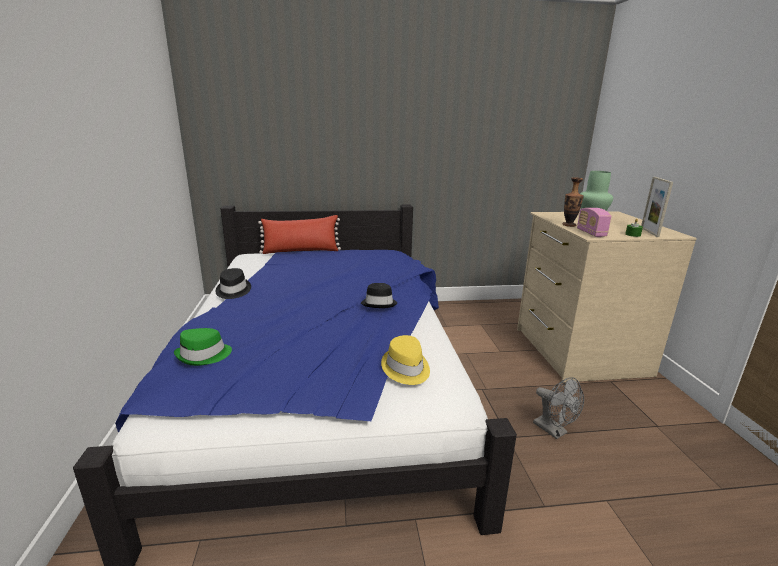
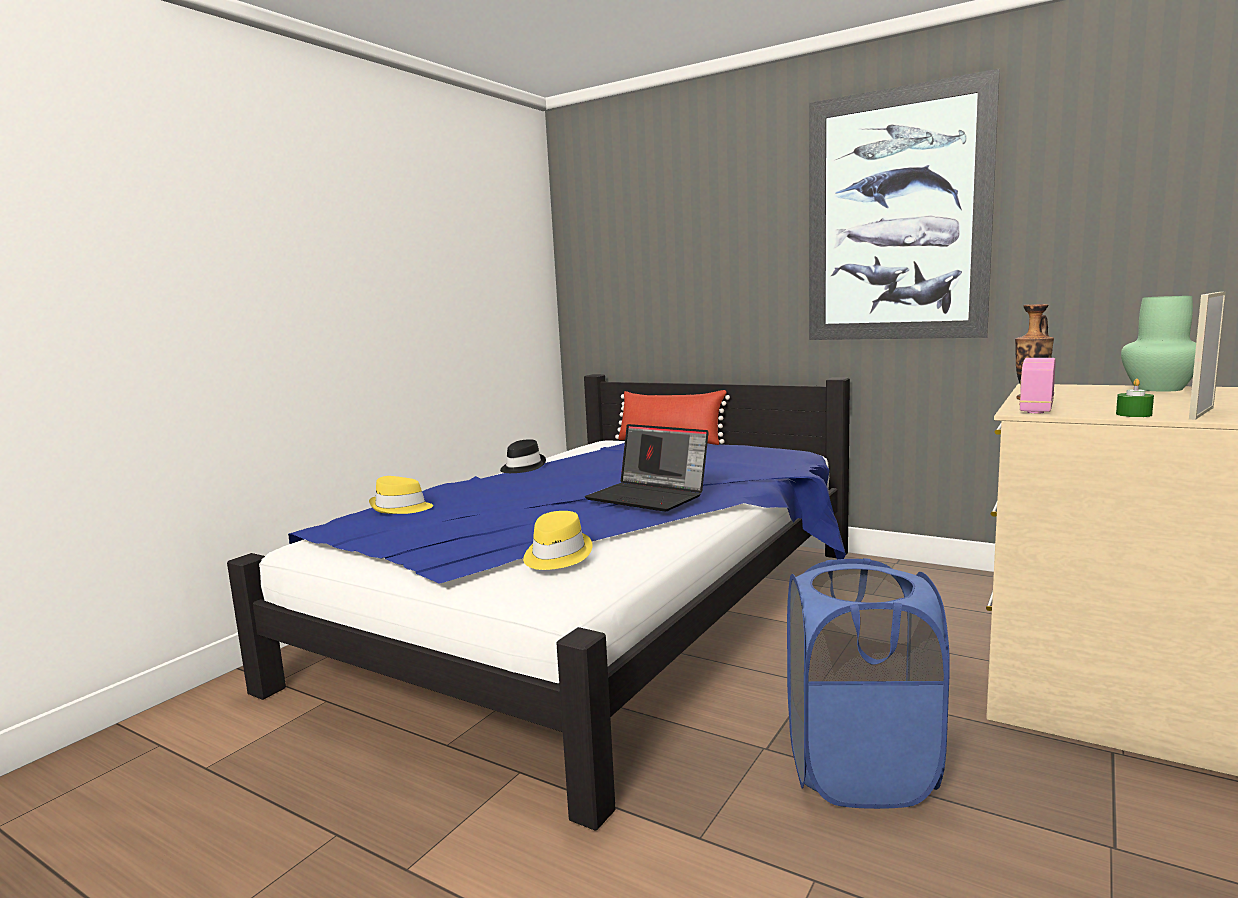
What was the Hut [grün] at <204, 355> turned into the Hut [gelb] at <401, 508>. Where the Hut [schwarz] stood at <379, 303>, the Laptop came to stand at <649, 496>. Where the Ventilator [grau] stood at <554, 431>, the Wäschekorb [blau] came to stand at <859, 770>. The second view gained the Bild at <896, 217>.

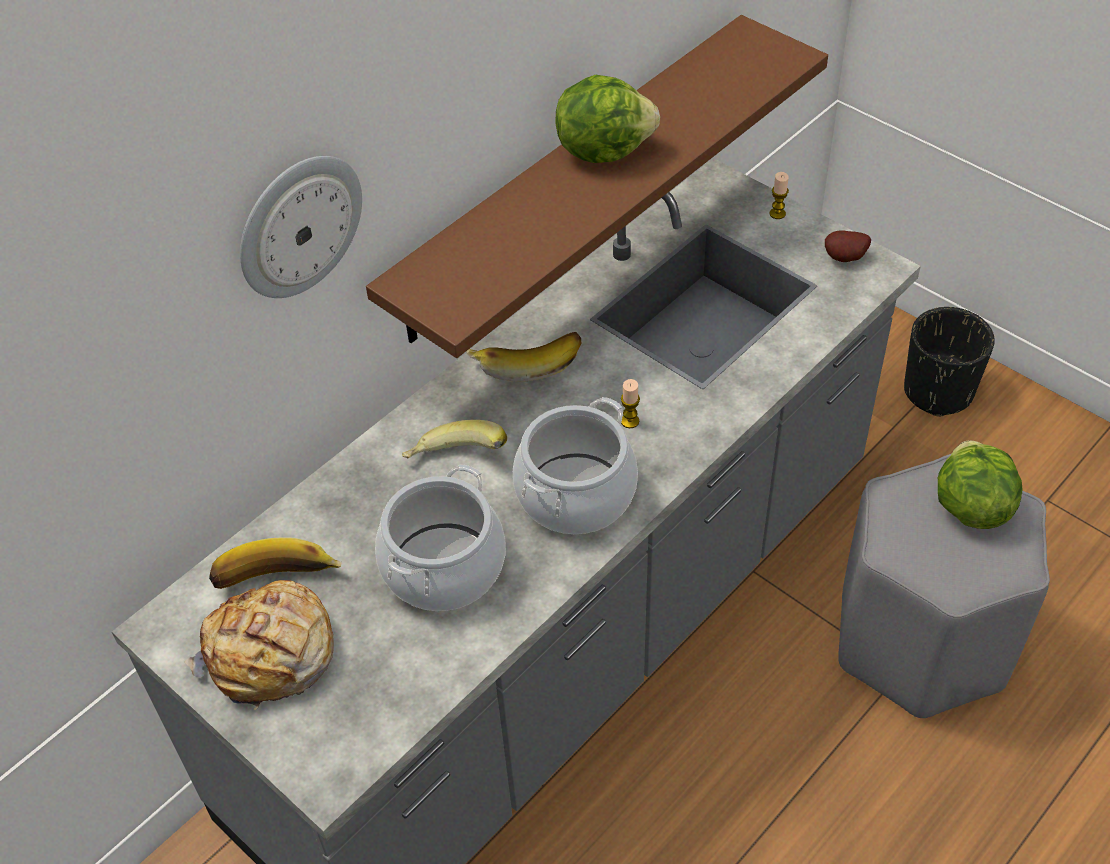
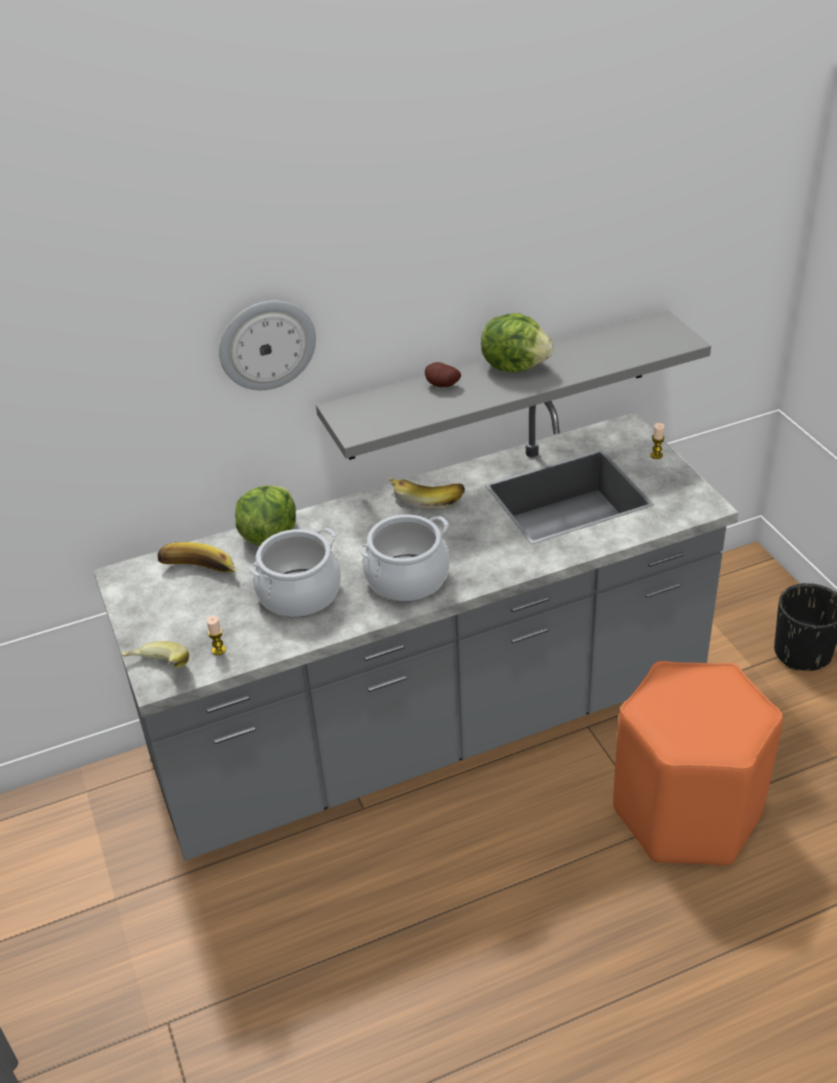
The second view lost the Brot at <271, 655>. What was the Wandregal [braun] at <571, 178> turned into the Wandregal [grau] at <499, 386>. The Banane ended up elsewhere, having gone from <456, 462> to <158, 671>. The Kerze ended up elsewhere, having gone from <630, 421> to <219, 650>. The Kartoffel ended up elsewhere, having gone from <846, 259> to <441, 386>. What was the Hocker [grau] at <923, 641> turned into the Hocker [orange] at <688, 813>. The Salatkopf ended up elsewhere, having gone from <970, 507> to <269, 536>.

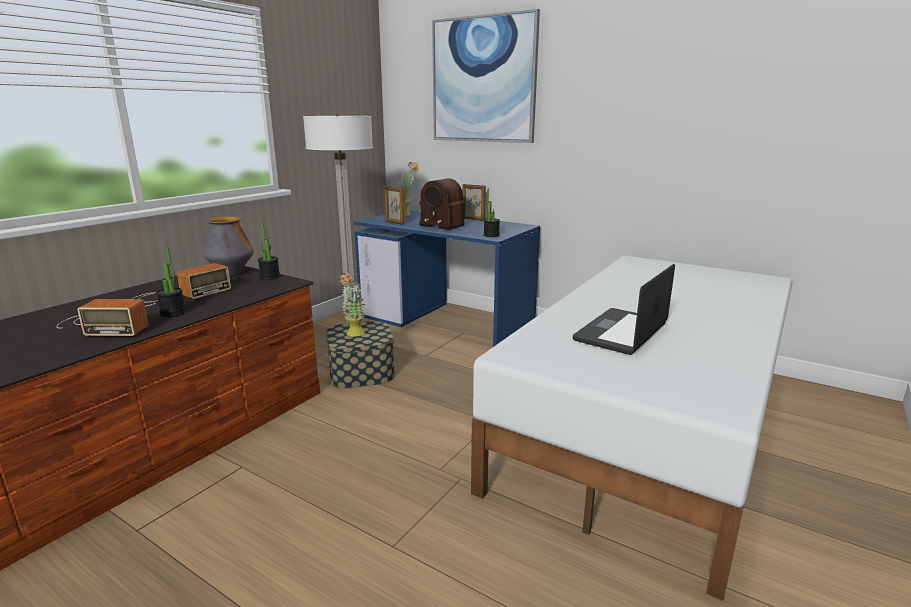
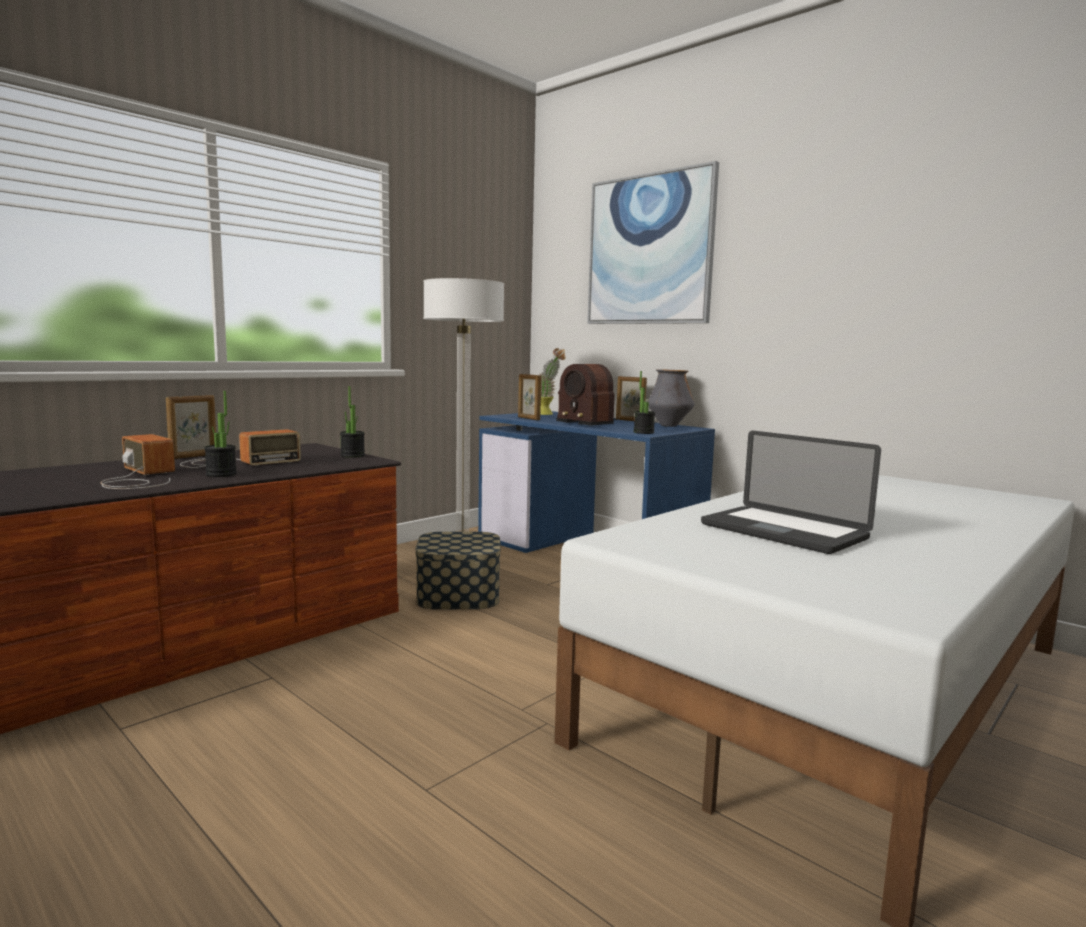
The Radio at <102, 325> ended up facing another way, 150 degrees counterclockwise from before. The Vase ended up elsewhere, having gone from <231, 274> to <669, 425>. The second view lost the Topfpflanze at <354, 335>. The Laptop at <621, 332> ended up facing another way, 90 degrees counterclockwise from before. The second view gained the Bilderrahmen at <194, 456>.

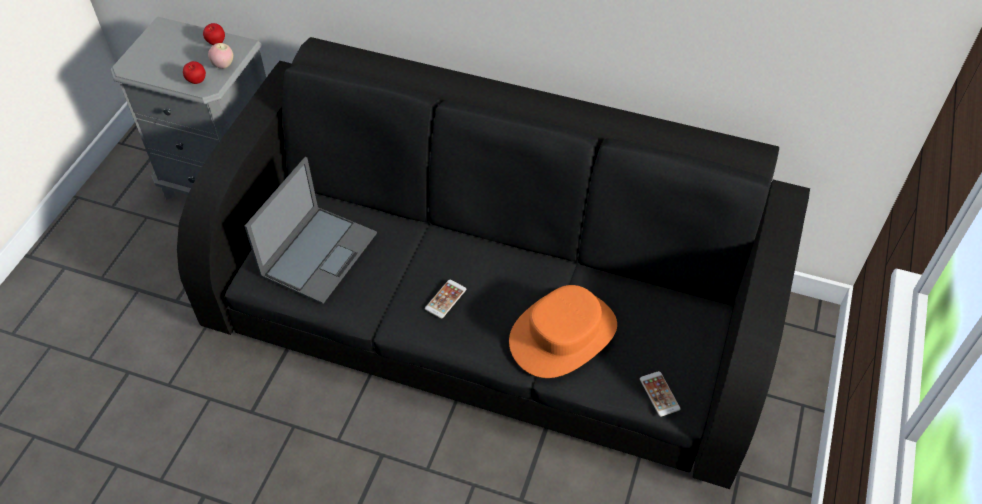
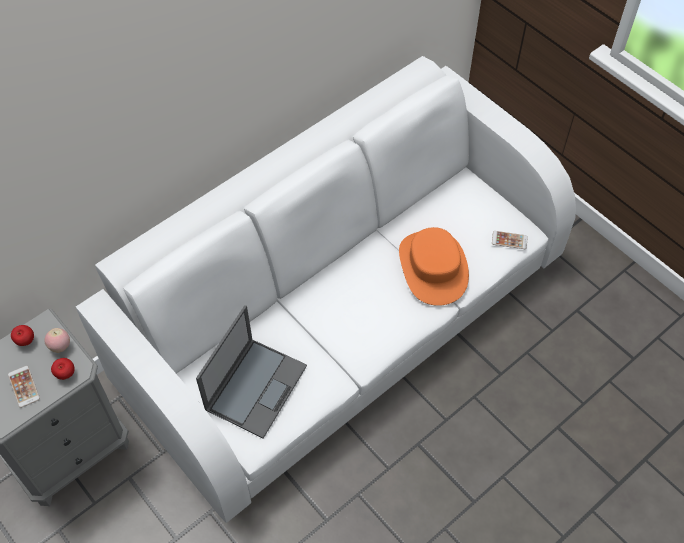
What was the Sofa [schwarz] at <492, 314> turned into the Sofa [weiß] at <342, 316>. The Laptop at <319, 253> ended up facing another way, 60 degrees clockwise from before. The Handy ended up elsewhere, having gone from <445, 299> to <24, 386>.

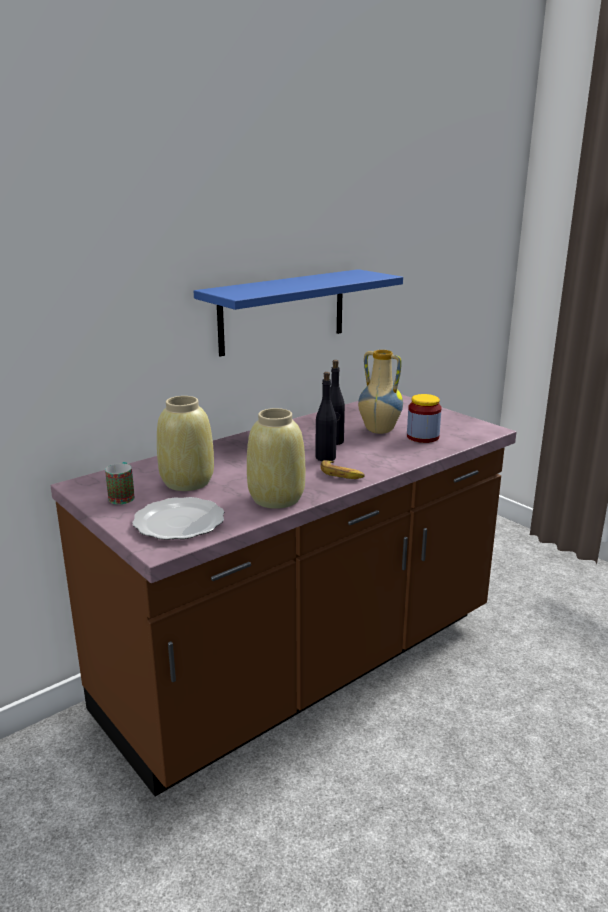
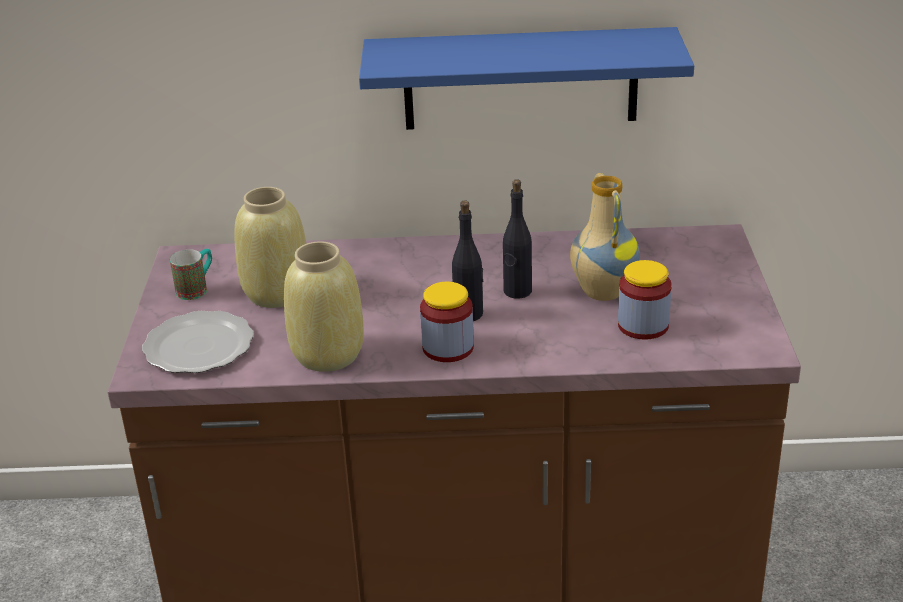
Where the Banane stood at <342, 474>, the Vorratsglas came to stand at <448, 348>.

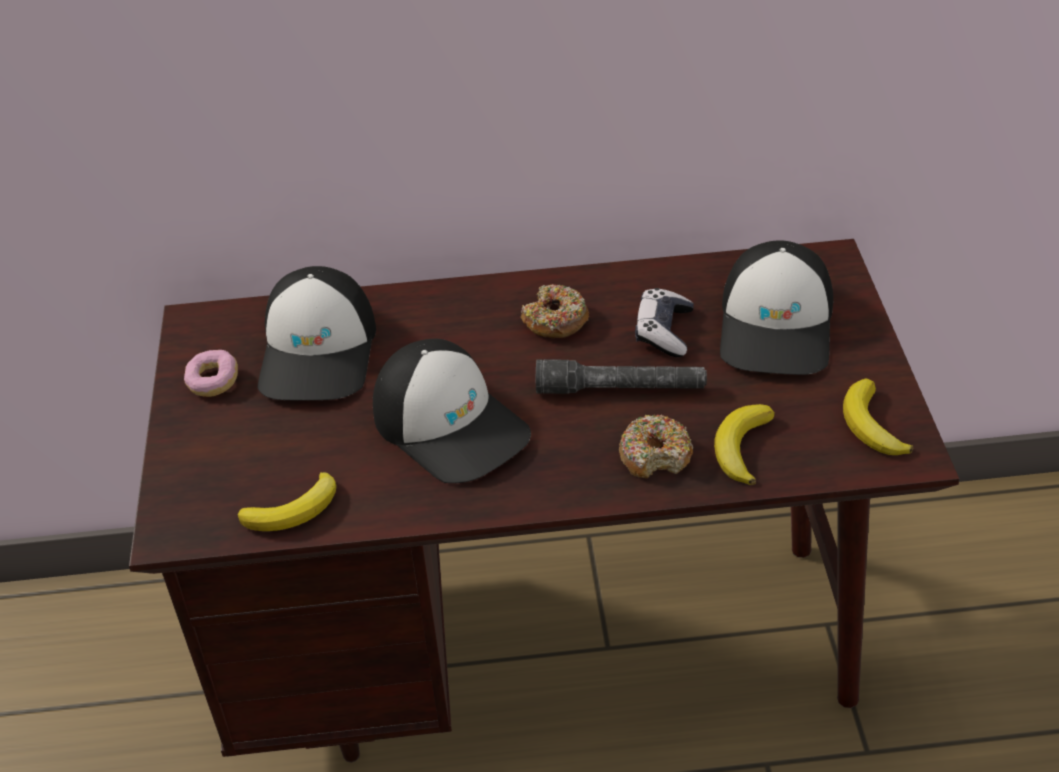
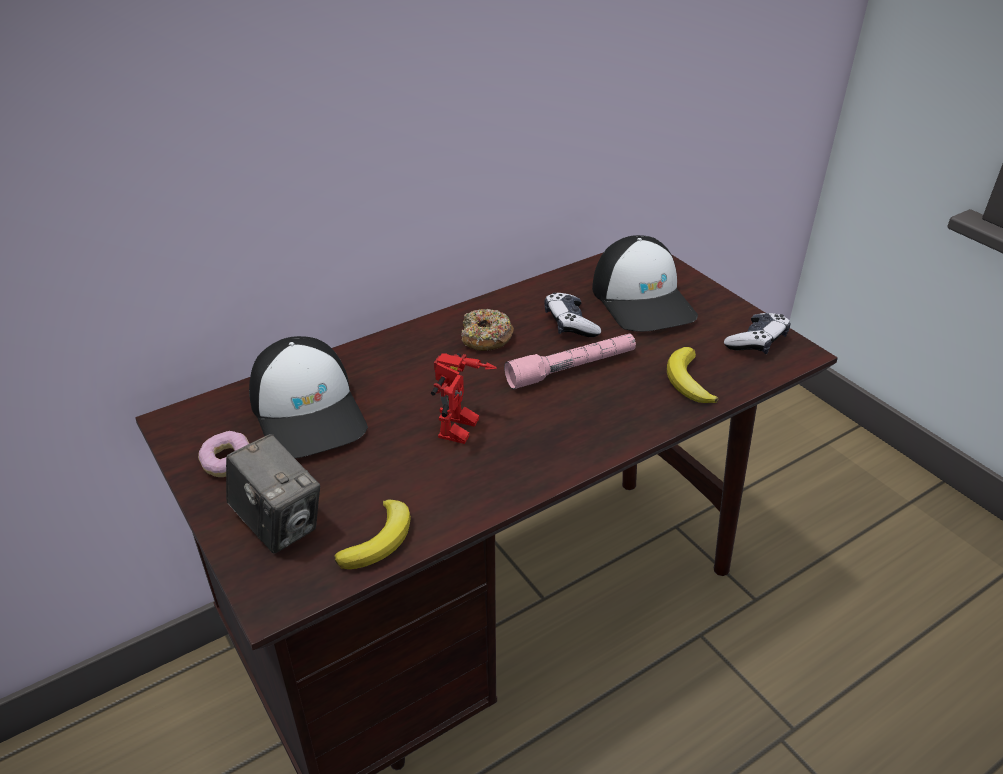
Where the Kappe stood at <451, 424>, the Spielzeugroboter came to stand at <463, 431>. What was the Taschenlampe [grau] at <621, 389> turned into the Taschenlampe [rosa] at <572, 369>. The second view lost the Donut at <655, 455>. Where the Banane stood at <871, 425>, the Gamepad came to stand at <756, 342>. The second view gained the Kamera at <279, 524>.

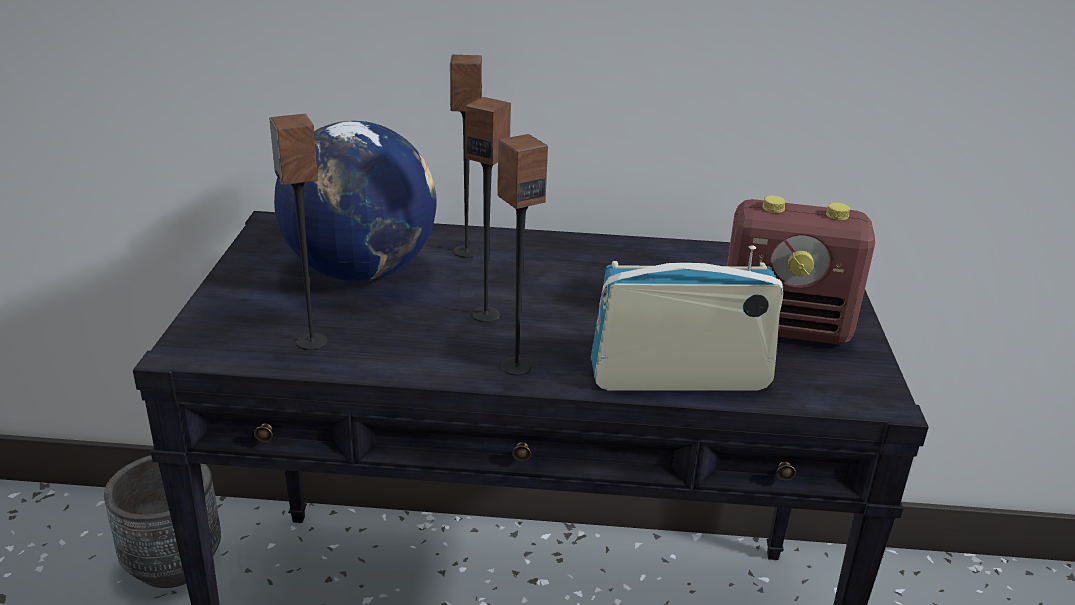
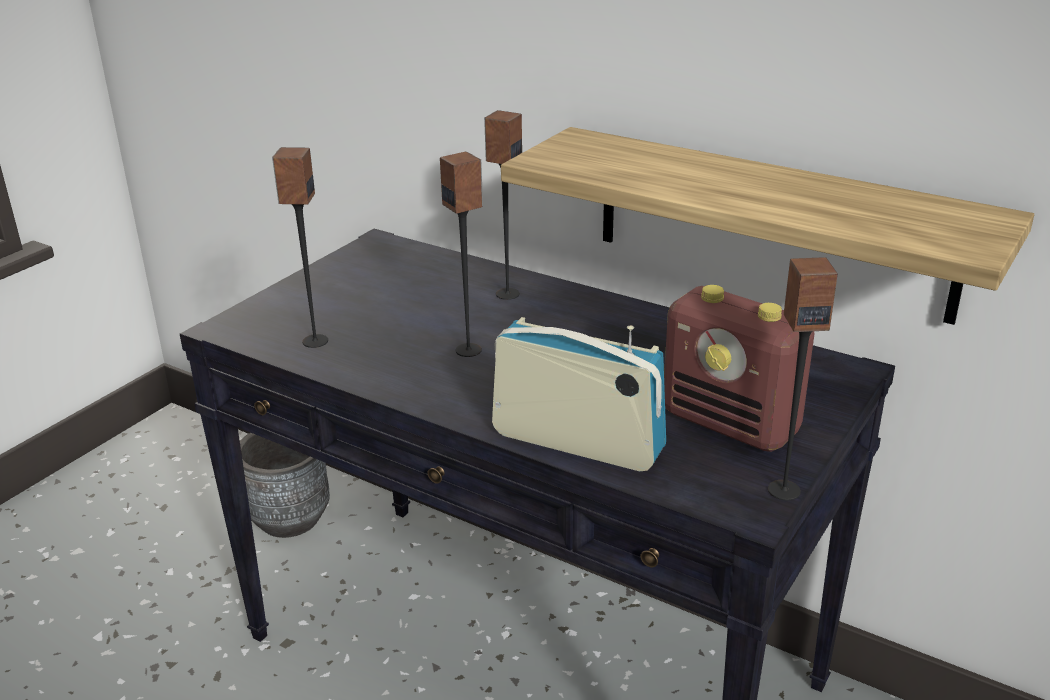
The second view lost the Globus at <360, 271>. The Lautsprecher ended up elsewhere, having gone from <516, 366> to <784, 490>. The second view gained the Wandregal at <771, 223>.

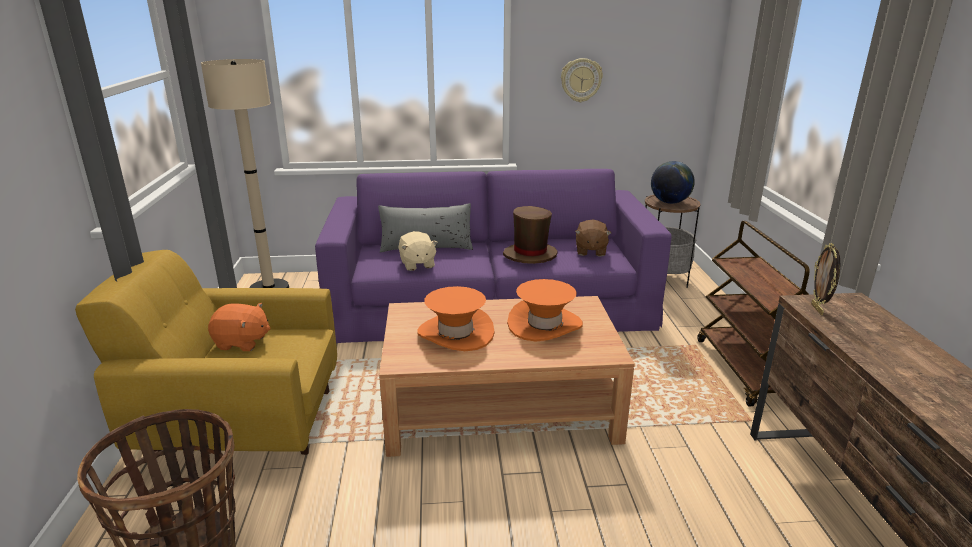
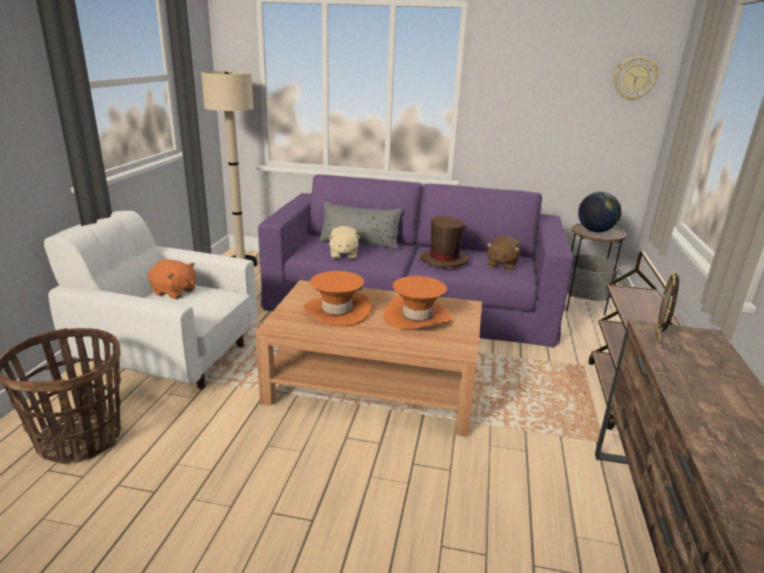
What was the Sessel [gelb] at <240, 421> turned into the Sessel [weiß] at <168, 355>. The Wanduhr ended up elsewhere, having gone from <581, 80> to <634, 78>.

